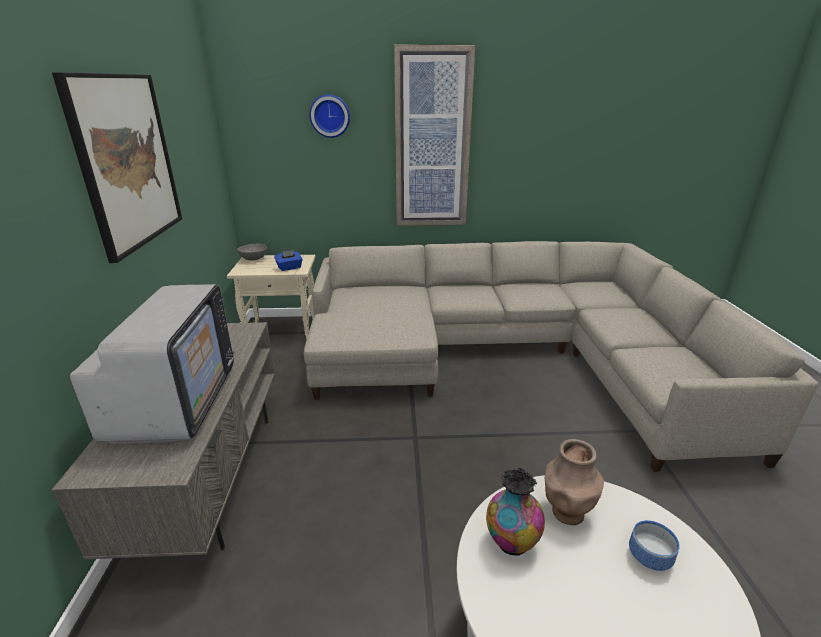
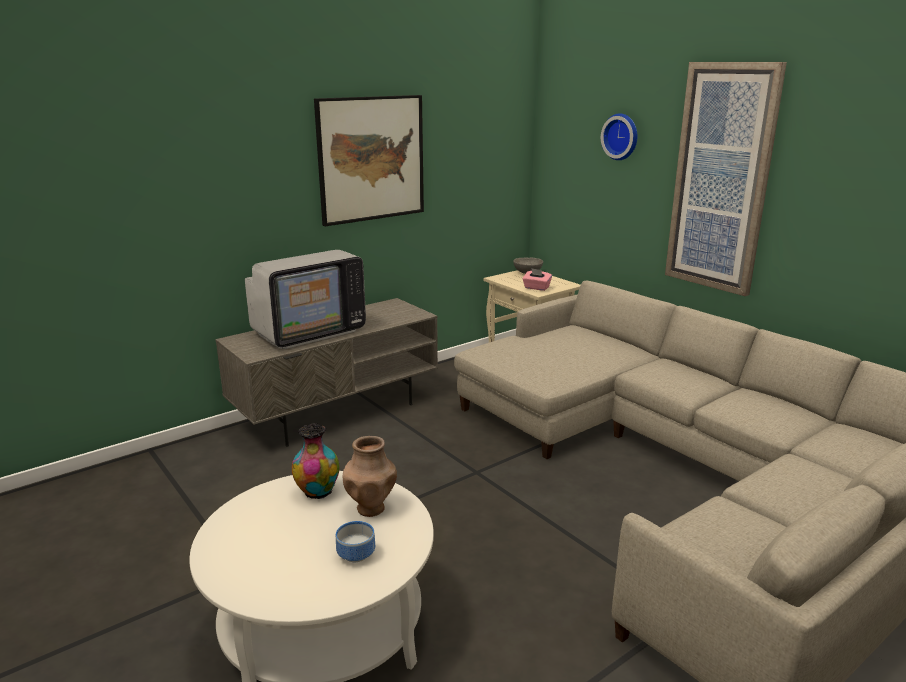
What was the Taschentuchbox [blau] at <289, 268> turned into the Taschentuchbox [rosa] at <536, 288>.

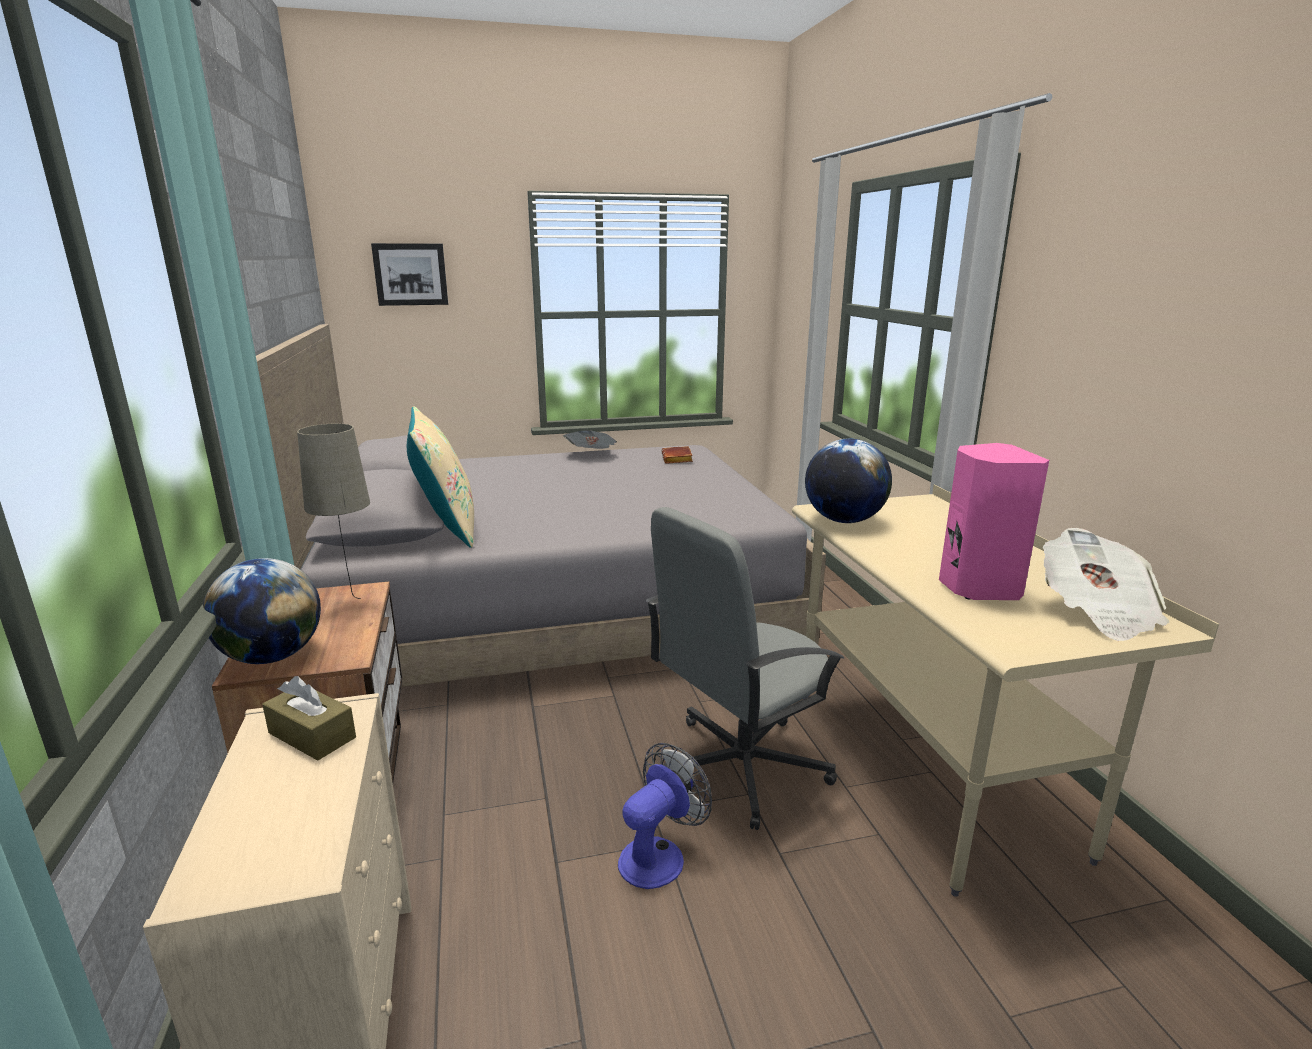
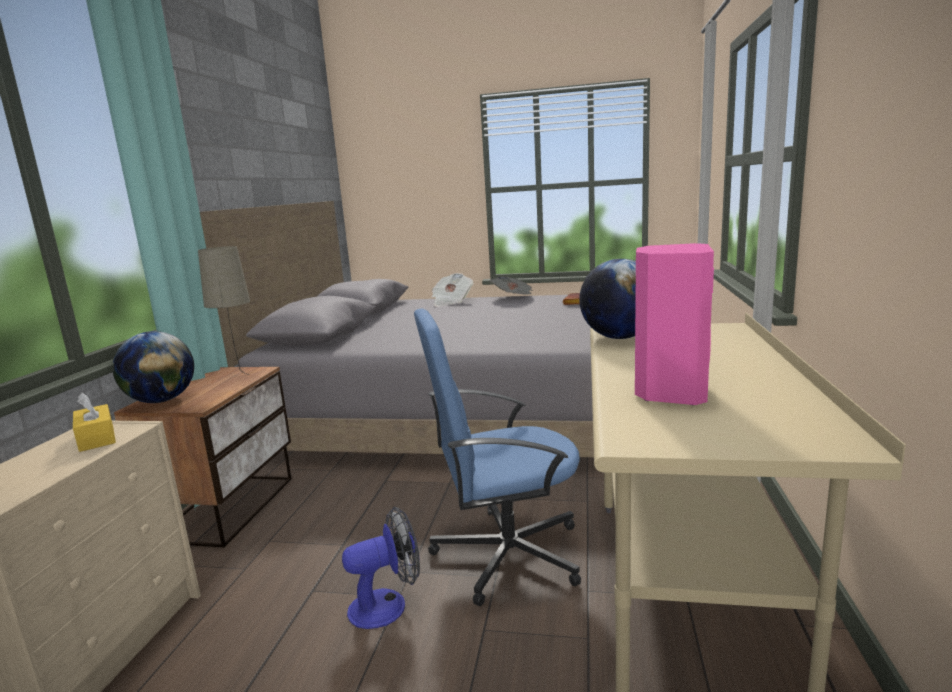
What was the Taschentuchbox [braun] at <312, 735> turned into the Taschentuchbox [gelb] at <96, 438>. The second view lost the Bild at <410, 274>. The second view lost the Kissen [beige] at <446, 528>. What was the Bürostuhl [grau] at <739, 766> turned into the Bürostuhl [blau] at <506, 554>. The Zeitung ended up elsewhere, having gone from <1097, 612> to <451, 302>.

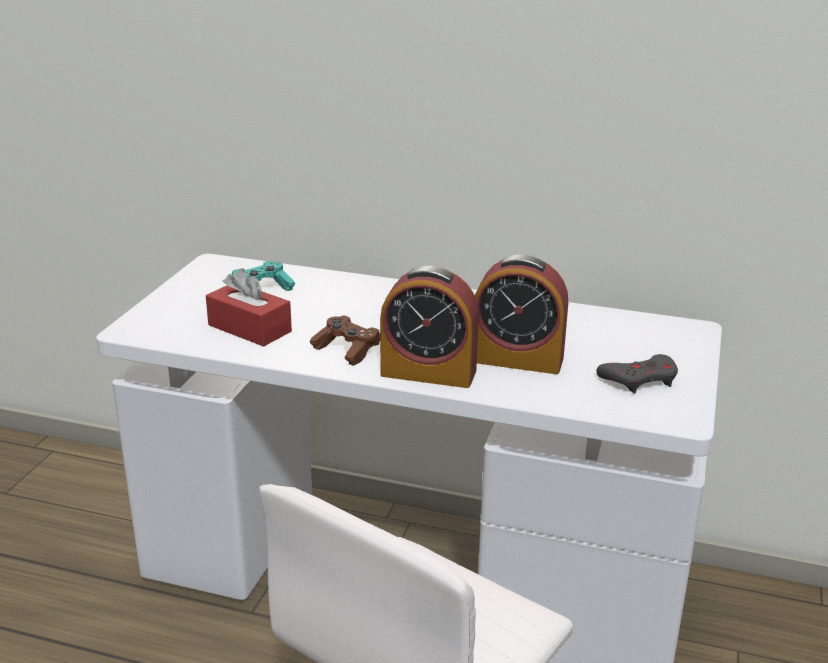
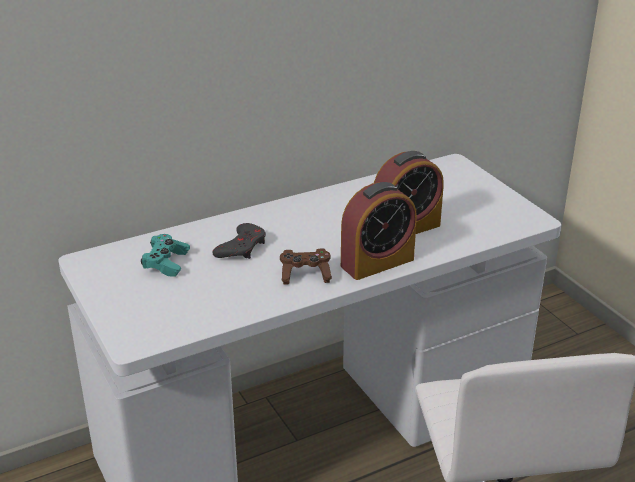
The second view lost the Taschentuchbox [rot] at <249, 328>. The Gamepad [grau] ended up elsewhere, having gone from <640, 379> to <241, 247>.

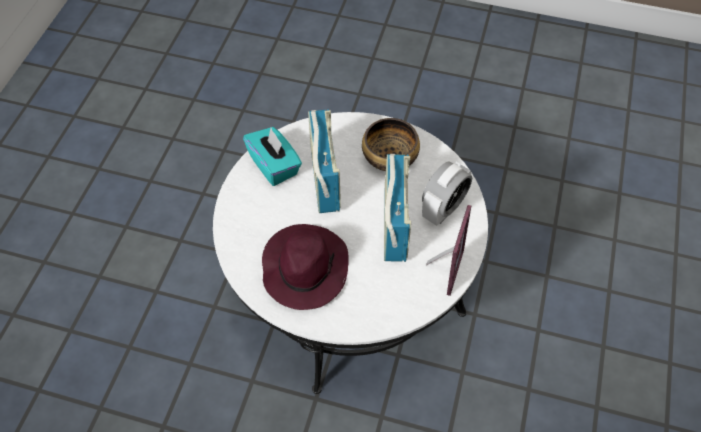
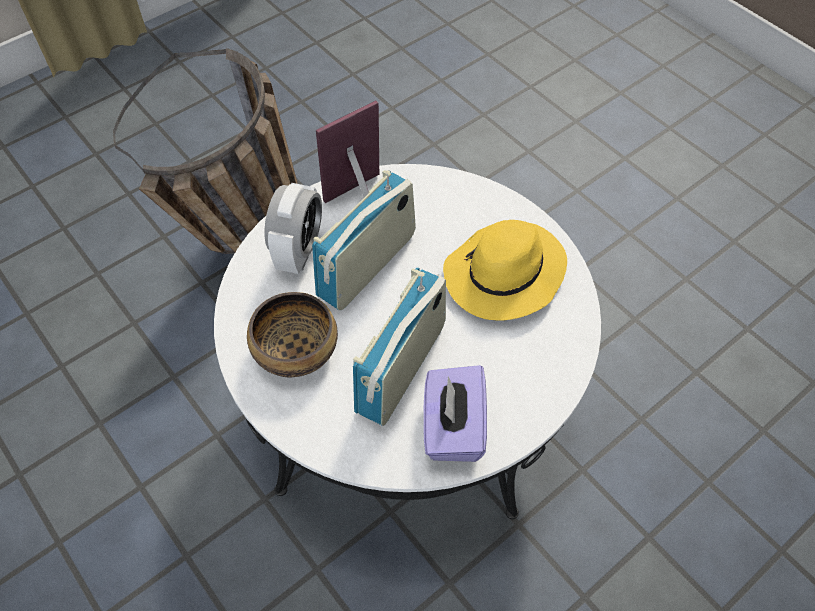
What was the Taschentuchbox [türkis] at <274, 166> turned into the Taschentuchbox [lila] at <452, 428>. What was the Hut [lila] at <304, 268> turned into the Hut [gelb] at <503, 276>. The Wecker at <443, 209> ended up facing another way, 120 degrees clockwise from before. The second view gained the Korb at <245, 234>.

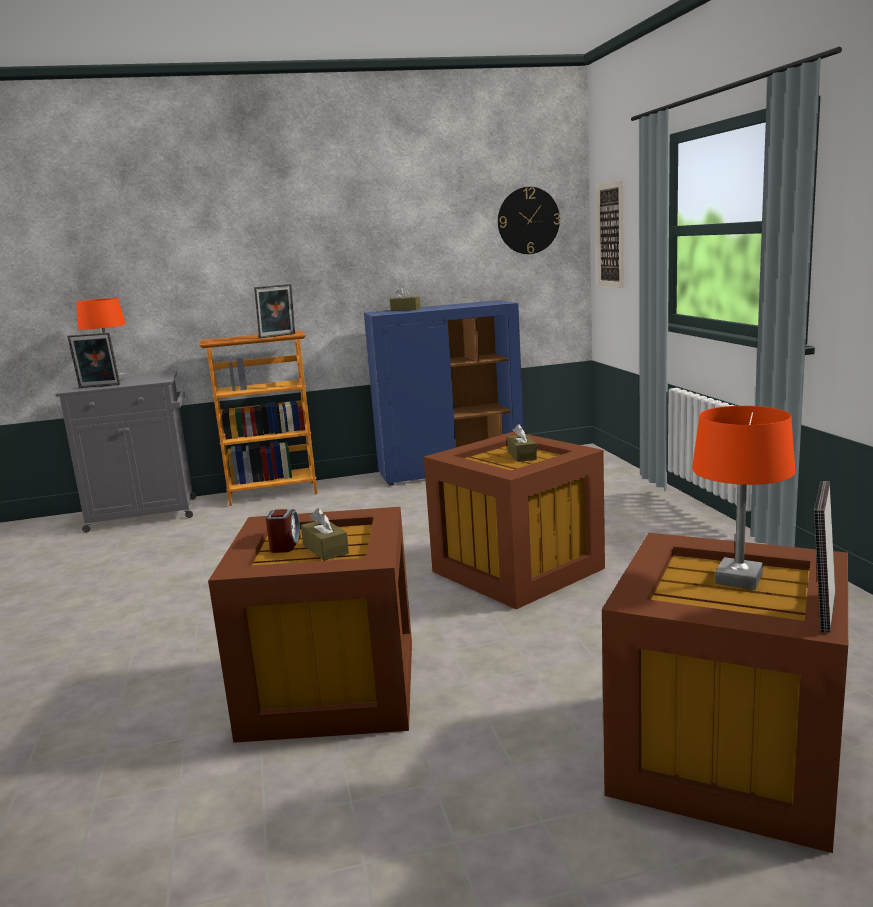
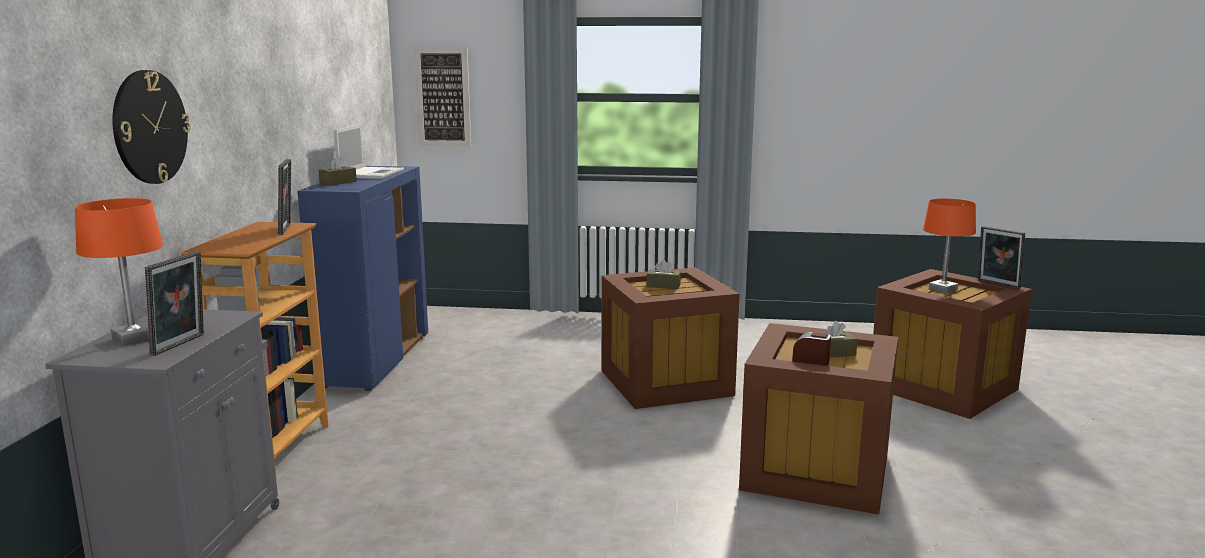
The Wanduhr ended up elsewhere, having gone from <528, 220> to <149, 127>. The second view gained the Laptop at <371, 173>.

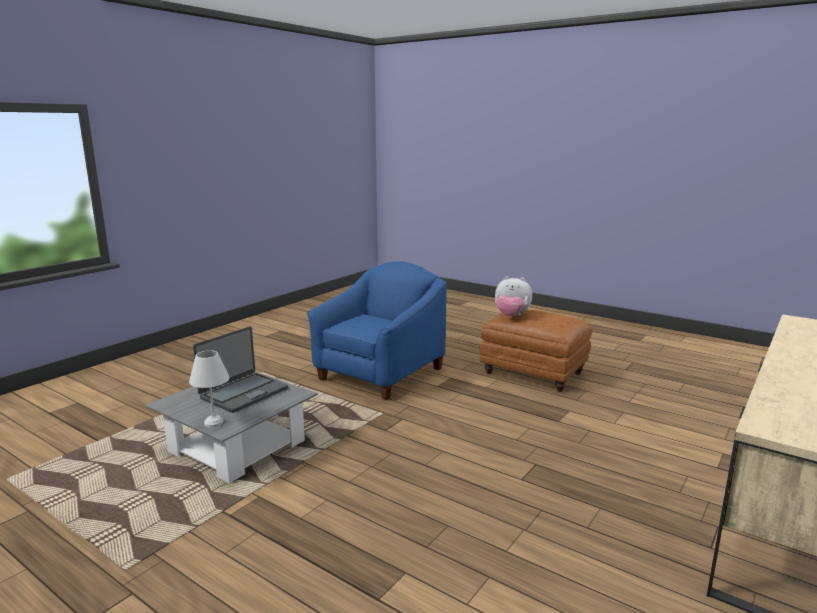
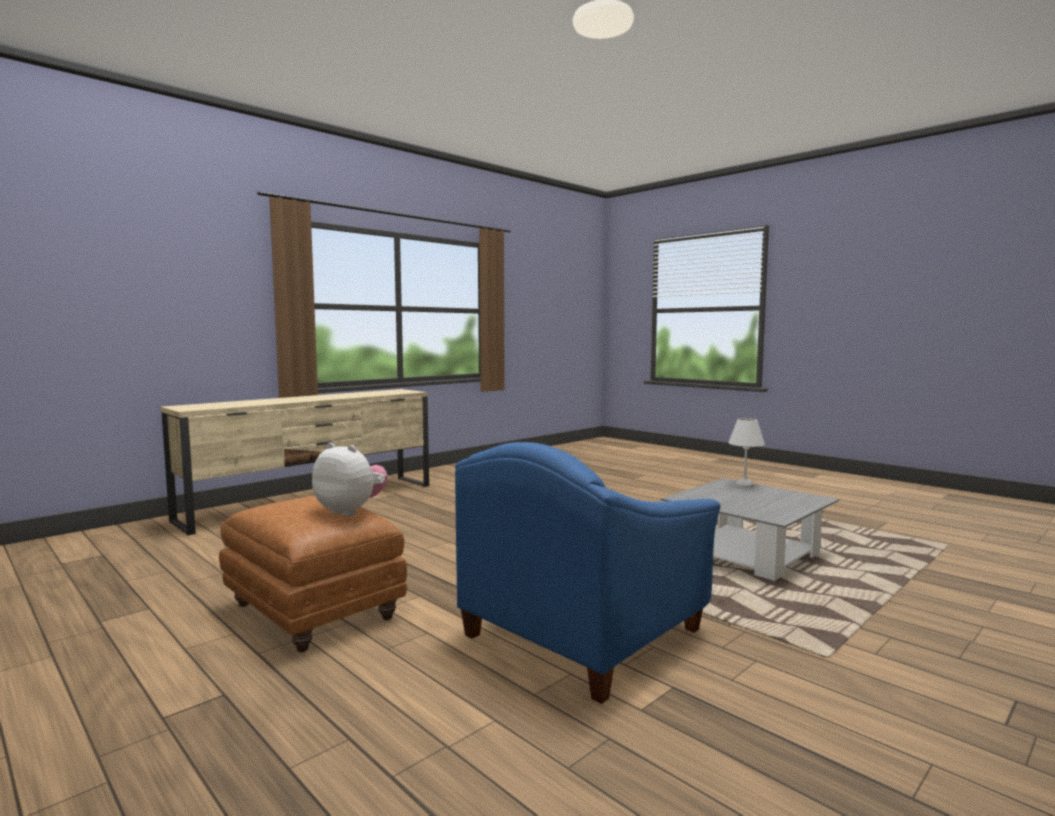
The second view lost the Laptop at <243, 393>.

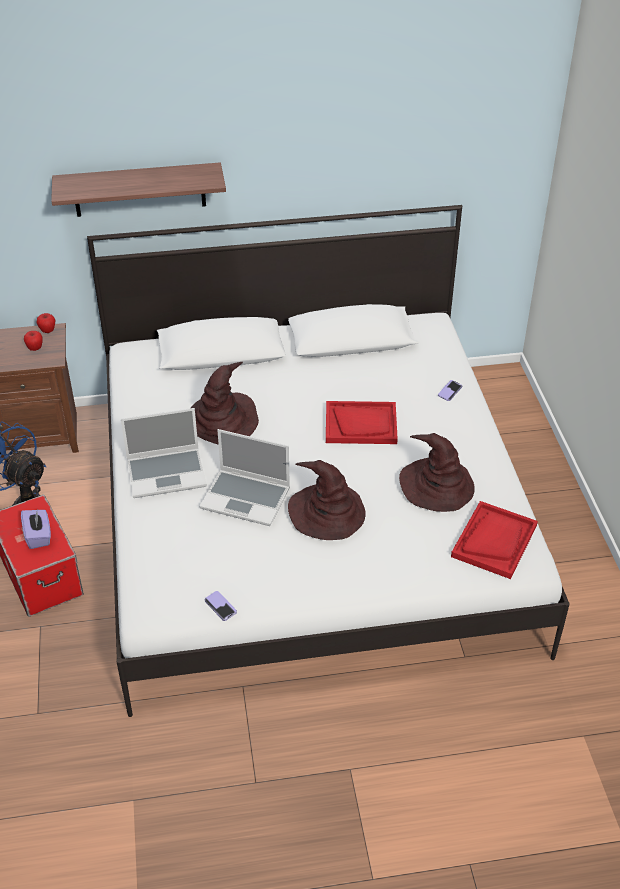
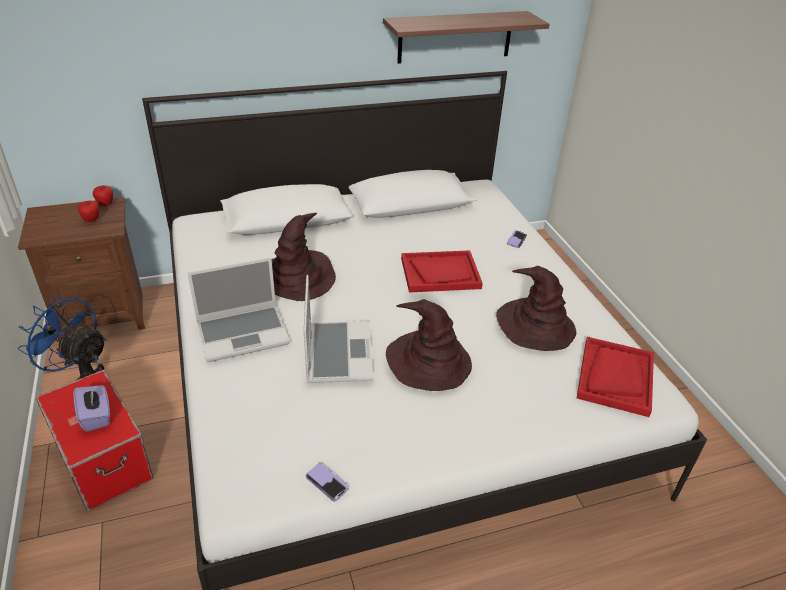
The Wandregal ended up elsewhere, having gone from <139, 189> to <455, 37>. The Laptop at <247, 498> ended up facing another way, 105 degrees counterclockwise from before.

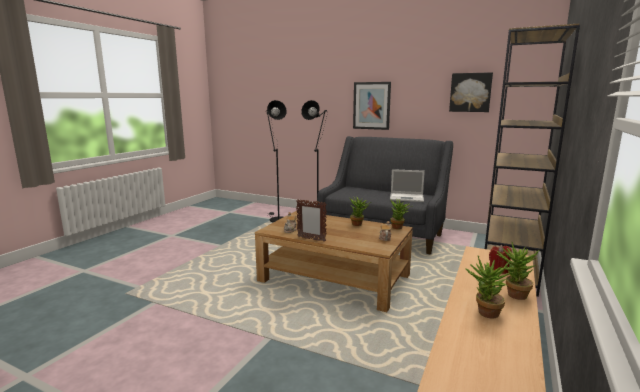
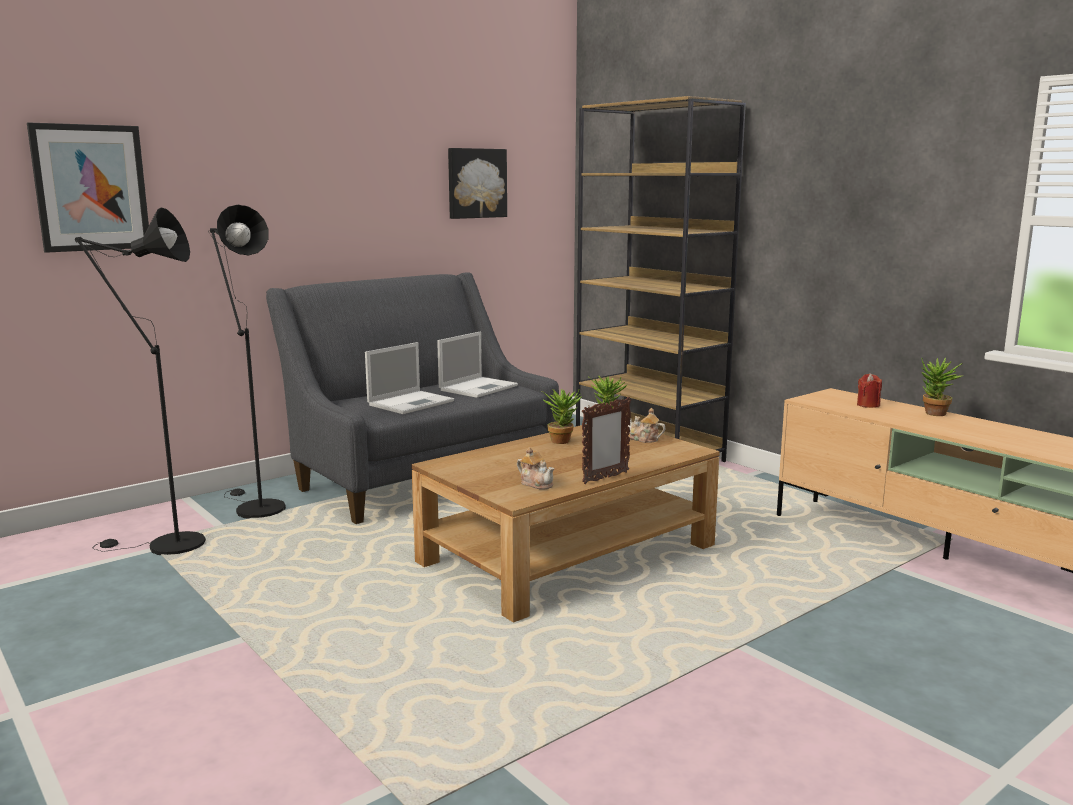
The Bild ended up elsewhere, having gone from <371, 105> to <91, 188>. The second view lost the Topfpflanze at <484, 313>. The second view gained the Laptop at <412, 403>.

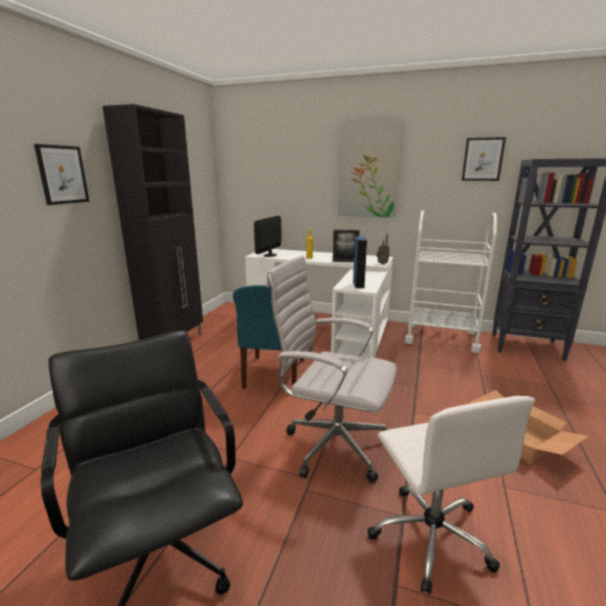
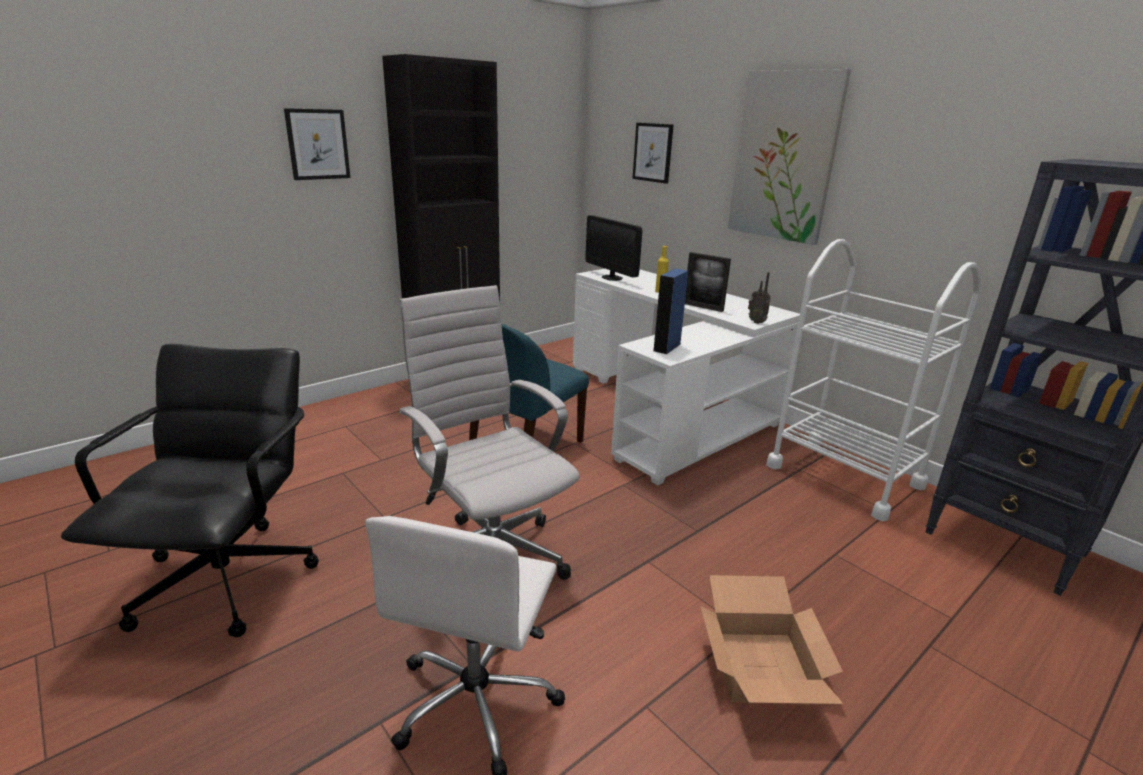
The Monitor at <270, 255> ended up facing another way, 90 degrees counterclockwise from before. The Bild ended up elsewhere, having gone from <482, 159> to <653, 152>.

